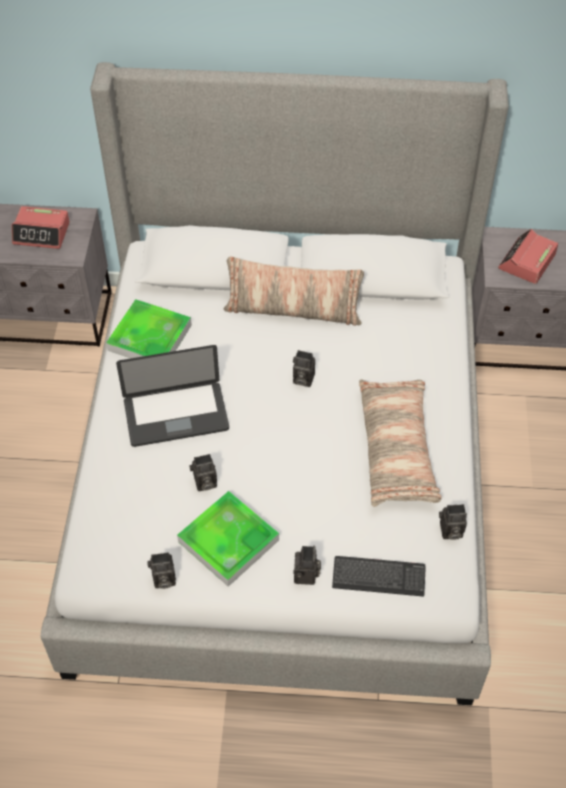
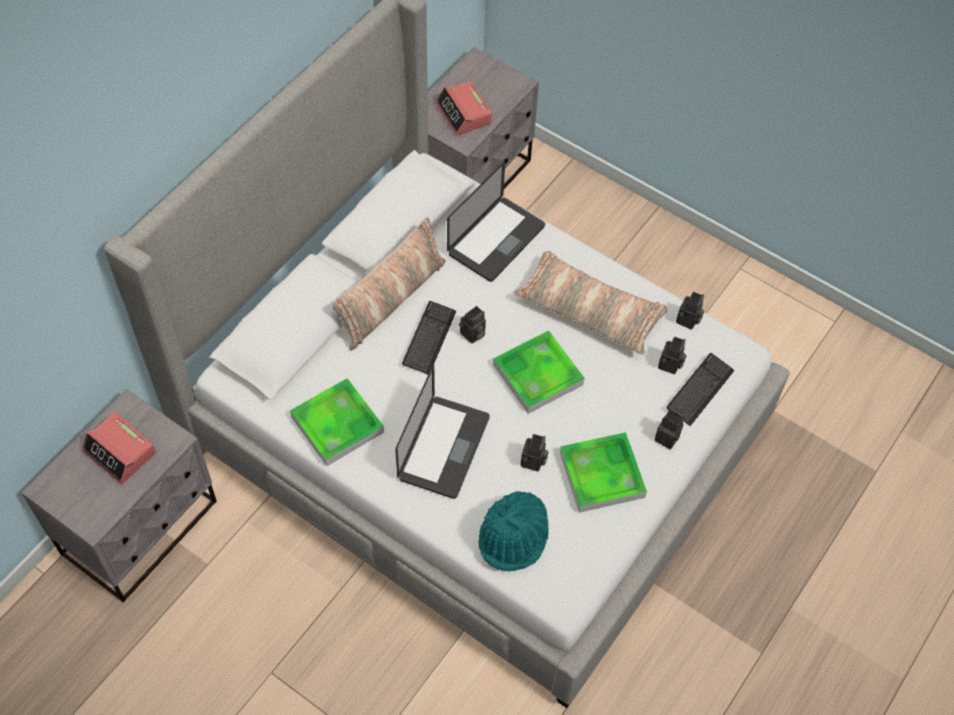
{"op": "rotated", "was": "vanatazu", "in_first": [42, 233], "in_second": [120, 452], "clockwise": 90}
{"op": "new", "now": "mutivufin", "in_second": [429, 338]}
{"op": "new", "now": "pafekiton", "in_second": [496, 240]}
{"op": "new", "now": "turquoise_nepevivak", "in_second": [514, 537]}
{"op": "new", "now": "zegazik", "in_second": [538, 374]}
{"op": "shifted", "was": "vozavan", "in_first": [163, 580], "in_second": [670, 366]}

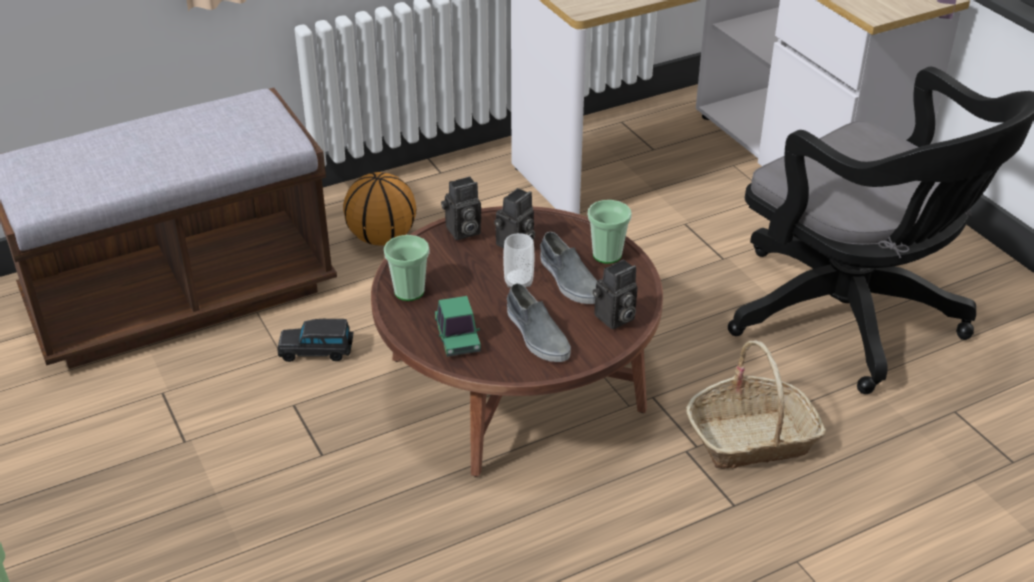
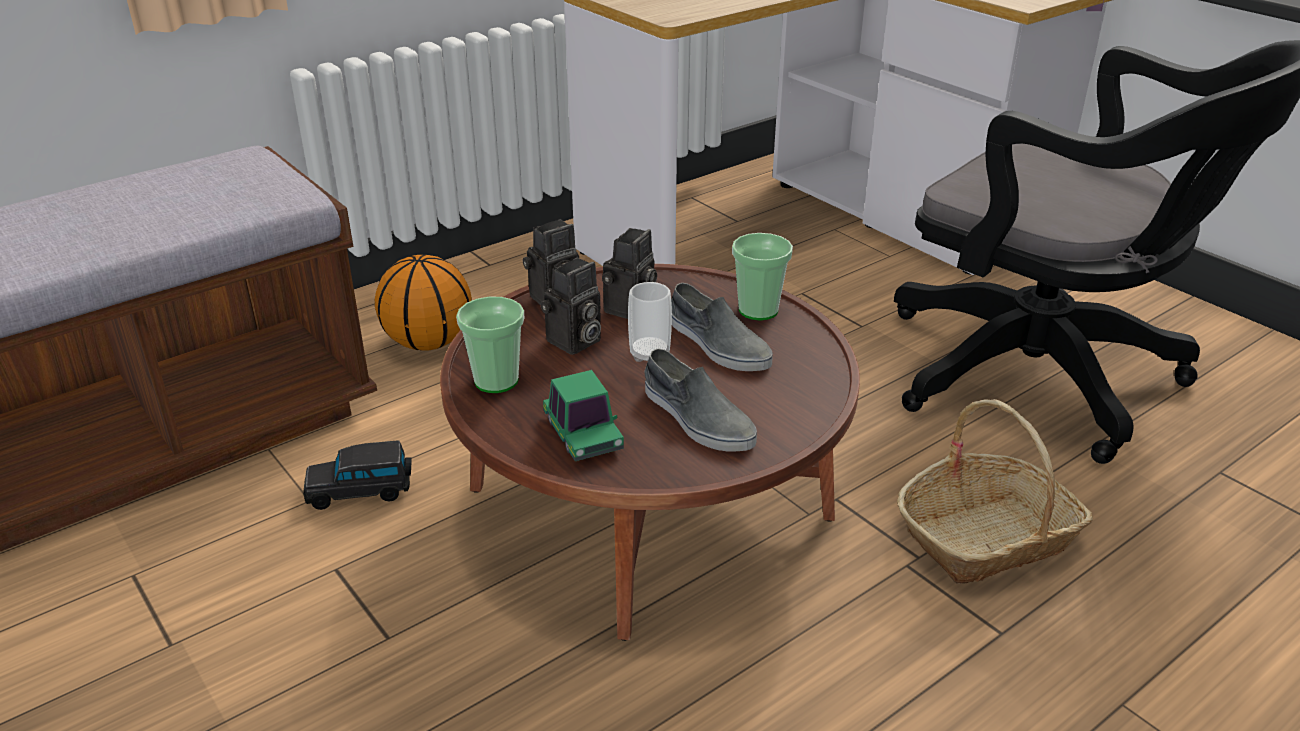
{"op": "shifted", "was": "vozavan", "in_first": [614, 319], "in_second": [574, 343]}

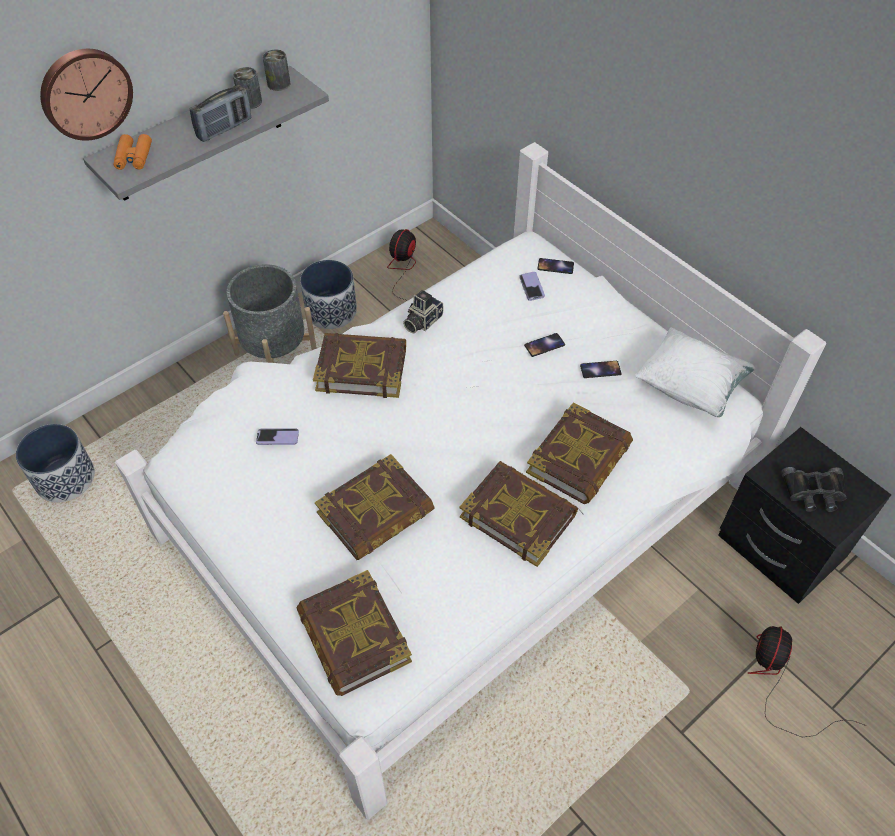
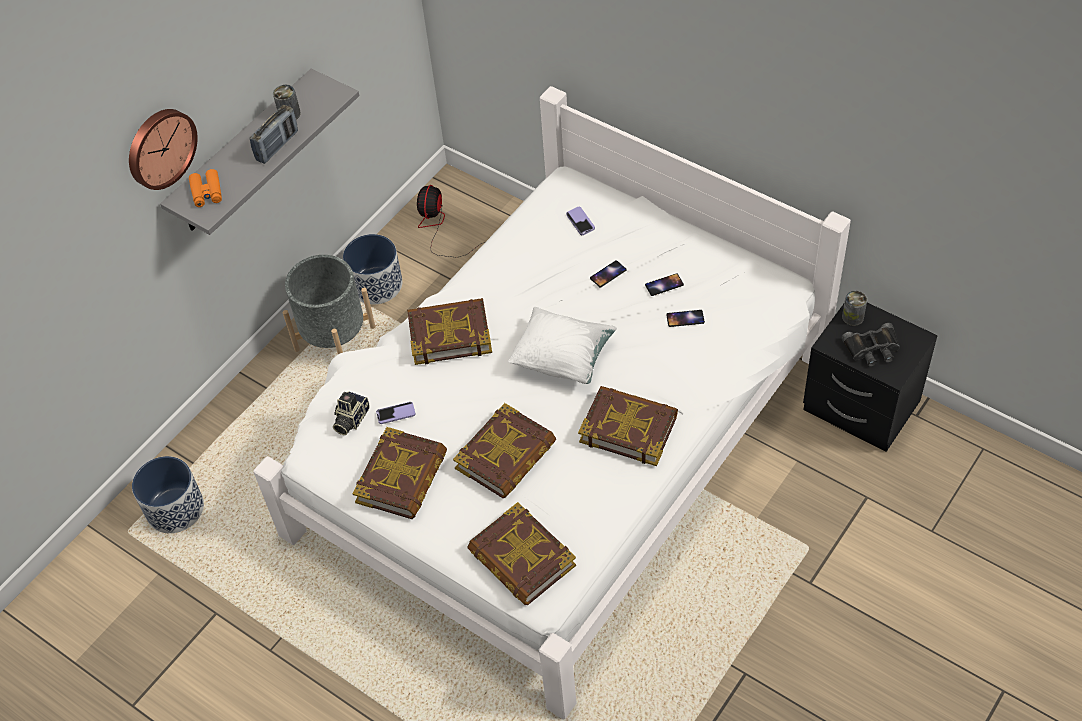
{"op": "shifted", "was": "vozavan", "in_first": [422, 321], "in_second": [350, 419]}
{"op": "shifted", "was": "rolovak", "in_first": [579, 459], "in_second": [402, 478]}
{"op": "shifted", "was": "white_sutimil", "in_first": [690, 387], "in_second": [563, 359]}
{"op": "shifted", "was": "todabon", "in_first": [555, 266], "in_second": [685, 318]}
{"op": "shifted", "was": "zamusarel", "in_first": [278, 84], "in_second": [852, 317]}
{"op": "gone", "was": "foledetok", "in_first": [778, 681]}

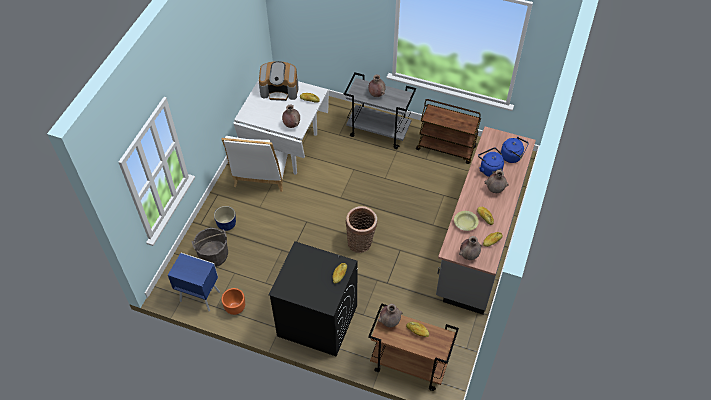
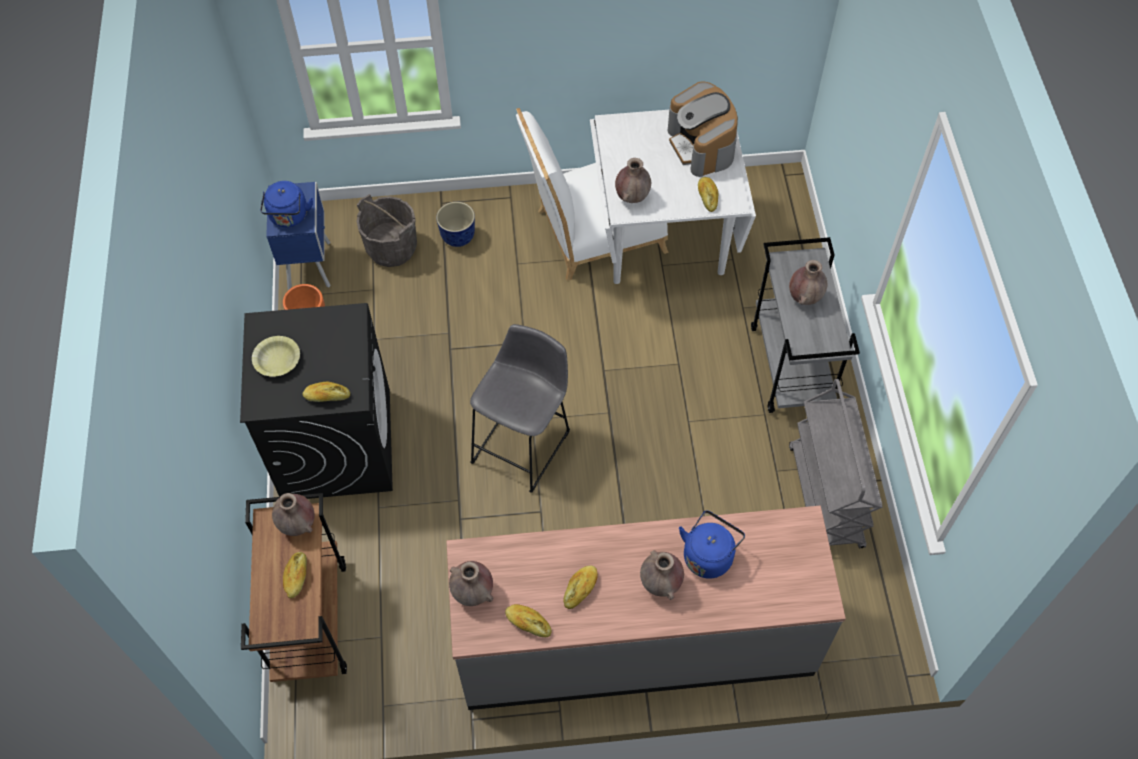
{"op": "shifted", "was": "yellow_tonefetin", "in_first": [465, 223], "in_second": [277, 360]}
{"op": "shifted", "was": "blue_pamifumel", "in_first": [512, 156], "in_second": [289, 217]}
{"op": "swapped", "was": "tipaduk", "now": "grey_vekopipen", "in_first": [361, 242], "in_second": [524, 443]}
{"op": "repainted", "was": "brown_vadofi", "now": "grey_vadofi", "in_first": [446, 148], "in_second": [826, 497]}

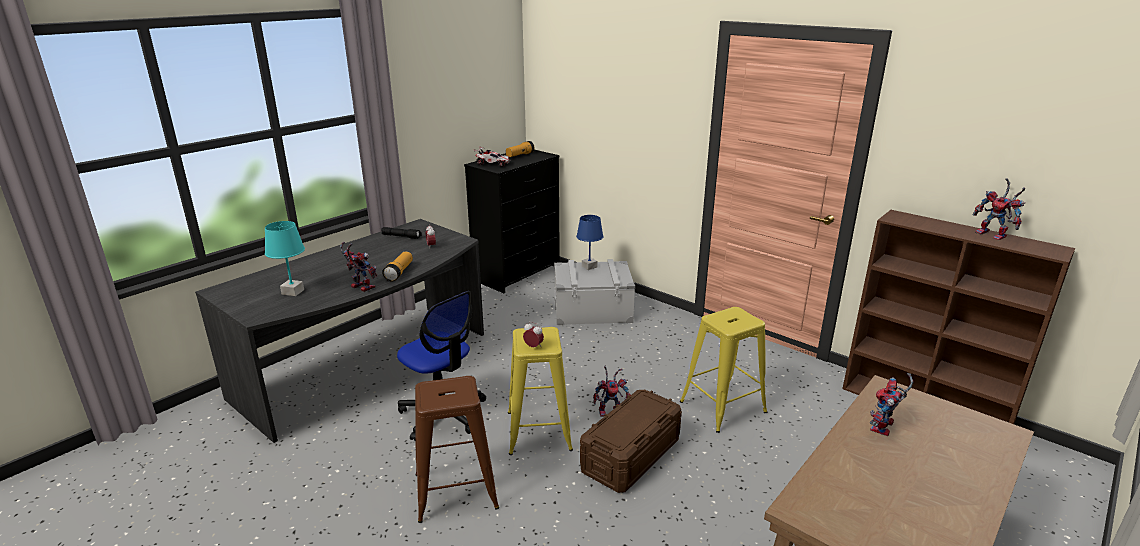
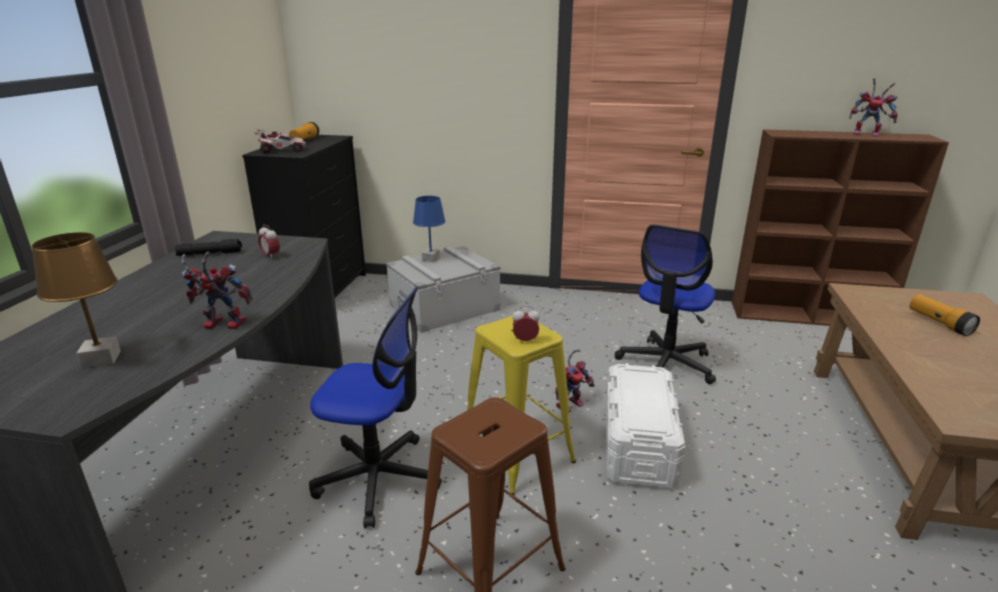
{"op": "repainted", "was": "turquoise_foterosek", "now": "brown_foterosek", "in_first": [292, 292], "in_second": [100, 359]}
{"op": "repainted", "was": "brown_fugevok", "now": "white_fugevok", "in_first": [631, 455], "in_second": [638, 443]}
{"op": "swapped", "was": "yellow_vekopipen", "now": "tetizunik", "in_first": [722, 407], "in_second": [666, 364]}
{"op": "shifted", "was": "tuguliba", "in_first": [399, 272], "in_second": [939, 323]}
{"op": "gone", "was": "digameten", "in_first": [883, 429]}

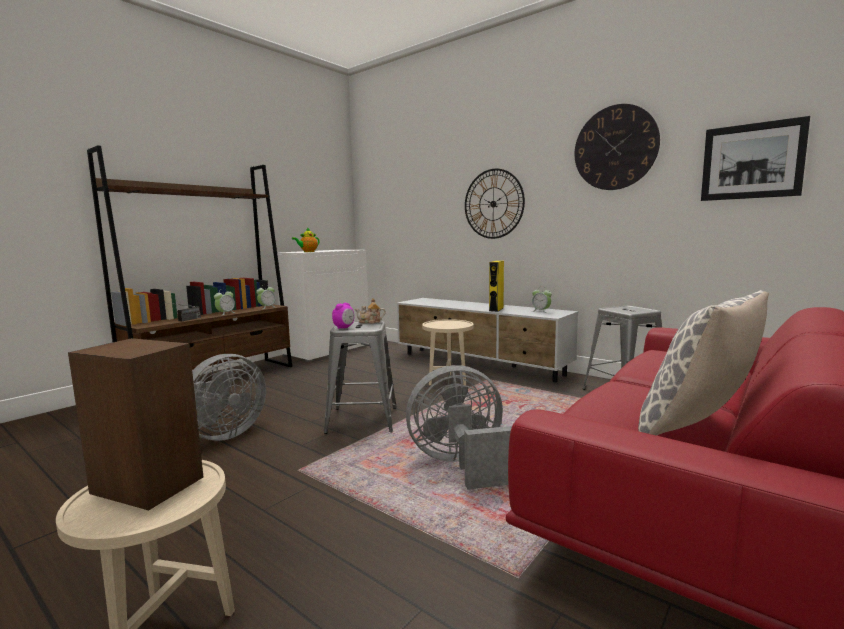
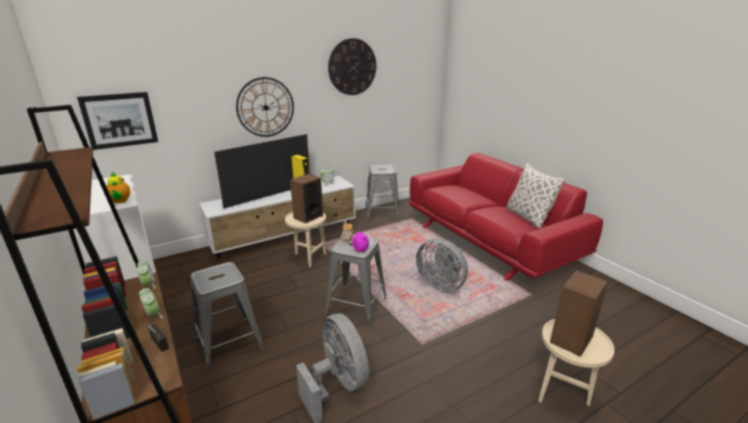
{"op": "shifted", "was": "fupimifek", "in_first": [752, 161], "in_second": [120, 120]}
{"op": "new", "now": "grey_vekopipen", "in_second": [229, 345]}
{"op": "new", "now": "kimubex", "in_second": [269, 196]}
{"op": "new", "now": "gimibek", "in_second": [308, 217]}
{"op": "rotated", "was": "grey_foledetok", "in_first": [461, 465], "in_second": [441, 284], "clockwise": -60}

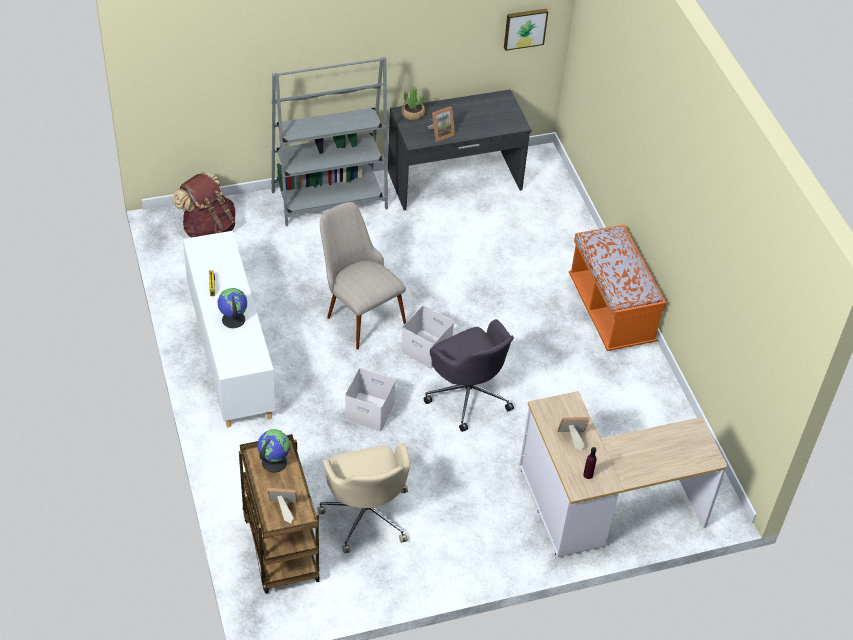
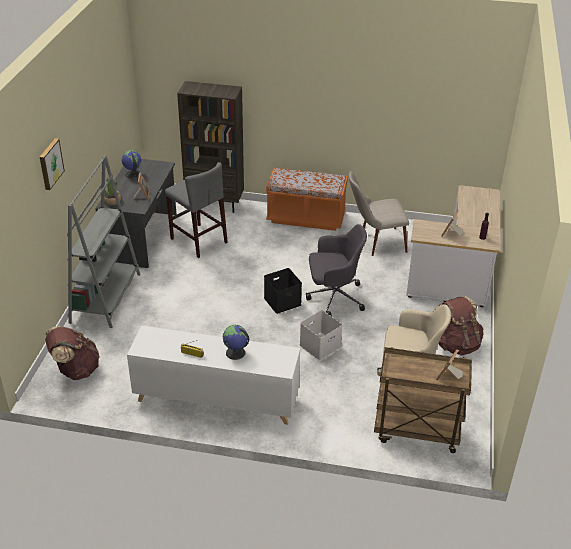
{"op": "shifted", "was": "fupimifek", "in_first": [525, 28], "in_second": [50, 163]}
{"op": "shifted", "was": "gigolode", "in_first": [273, 462], "in_second": [132, 174]}
{"op": "new", "now": "grey_vekopipen", "in_second": [198, 240]}
{"op": "new", "now": "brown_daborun", "in_second": [215, 204]}
{"op": "repainted", "was": "white_fugevok", "now": "black_fugevok", "in_first": [427, 349], "in_second": [282, 301]}
{"op": "shifted", "was": "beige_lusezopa", "in_first": [358, 312], "in_second": [375, 242]}
{"op": "new", "now": "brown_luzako", "in_second": [456, 344]}

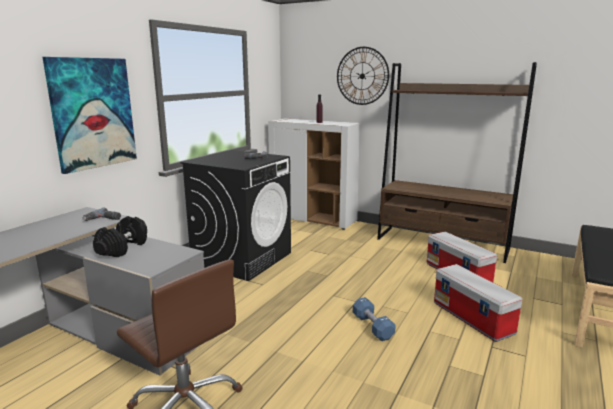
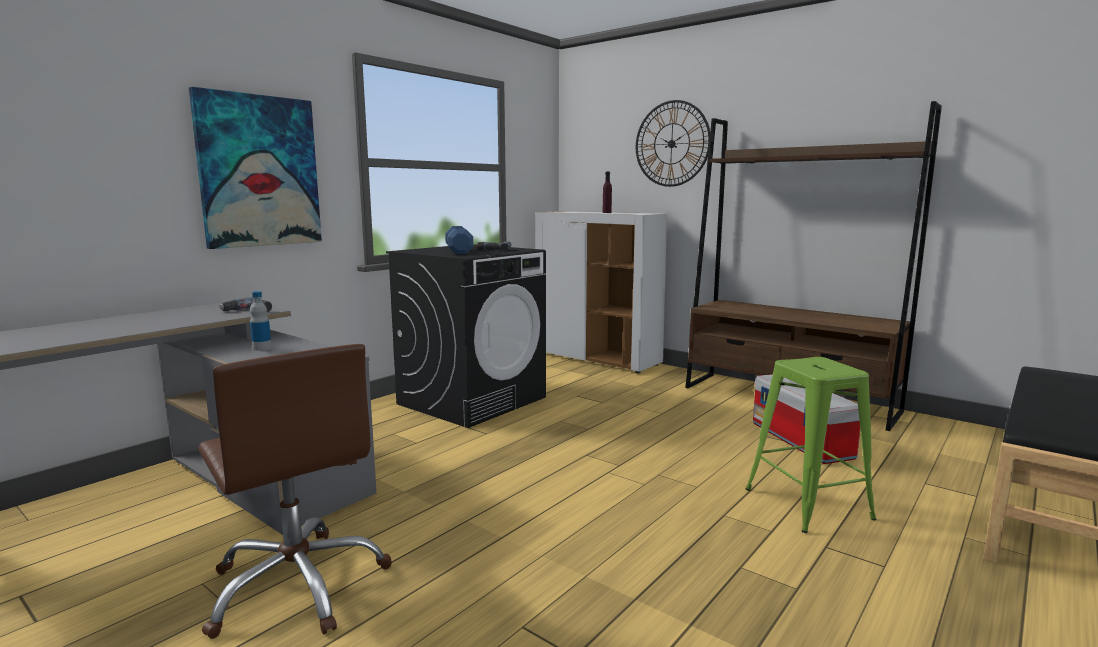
{"op": "swapped", "was": "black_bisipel", "now": "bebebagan", "in_first": [123, 248], "in_second": [262, 348]}
{"op": "shifted", "was": "blue_bisipel", "in_first": [372, 327], "in_second": [459, 251]}
{"op": "swapped", "was": "fugevok", "now": "green_vekopipen", "in_first": [473, 318], "in_second": [807, 503]}

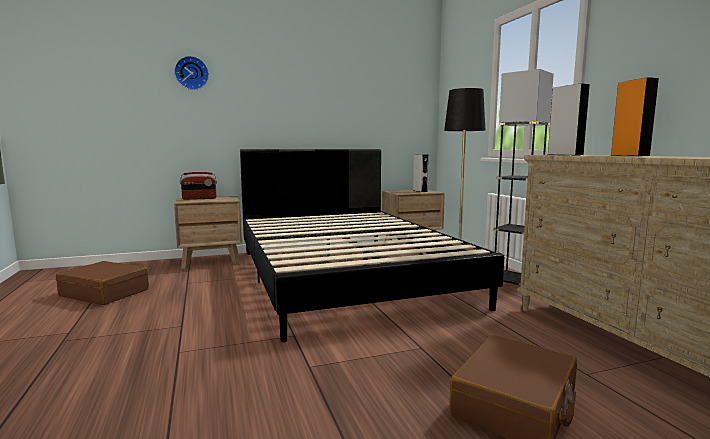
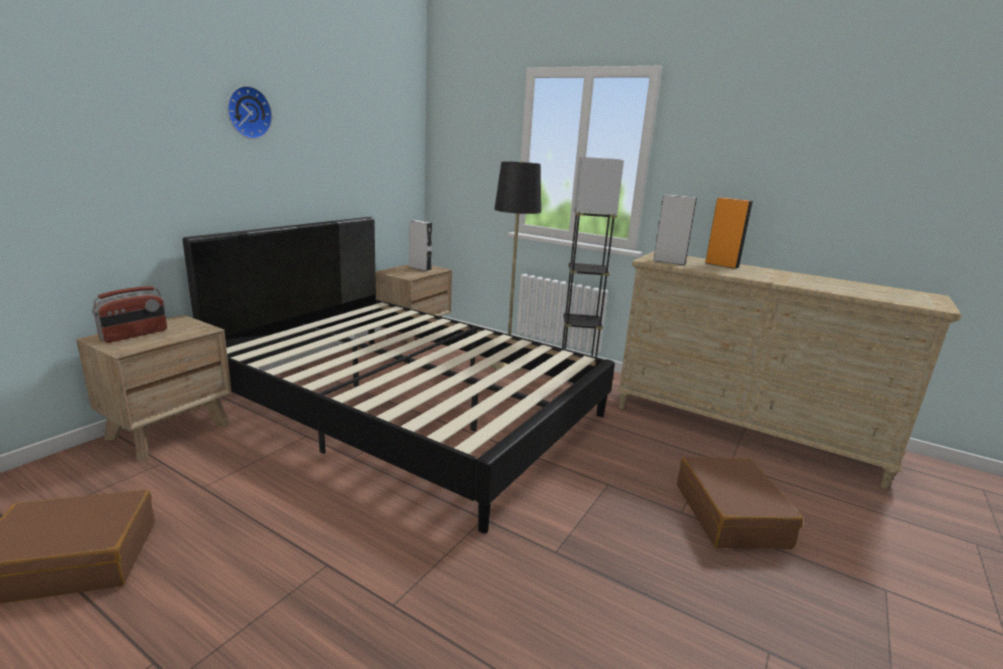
{"op": "shifted", "was": "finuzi", "in_first": [191, 73], "in_second": [247, 112]}

